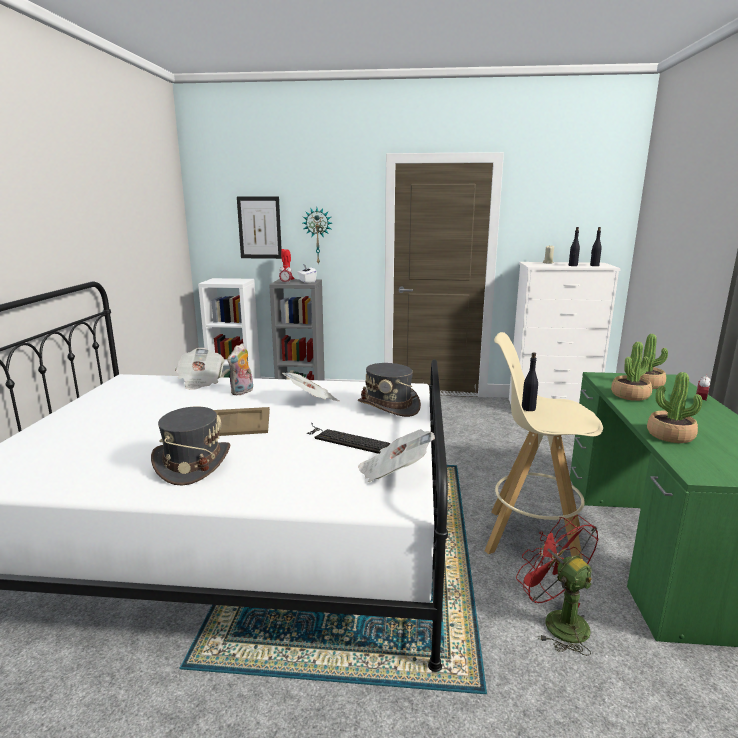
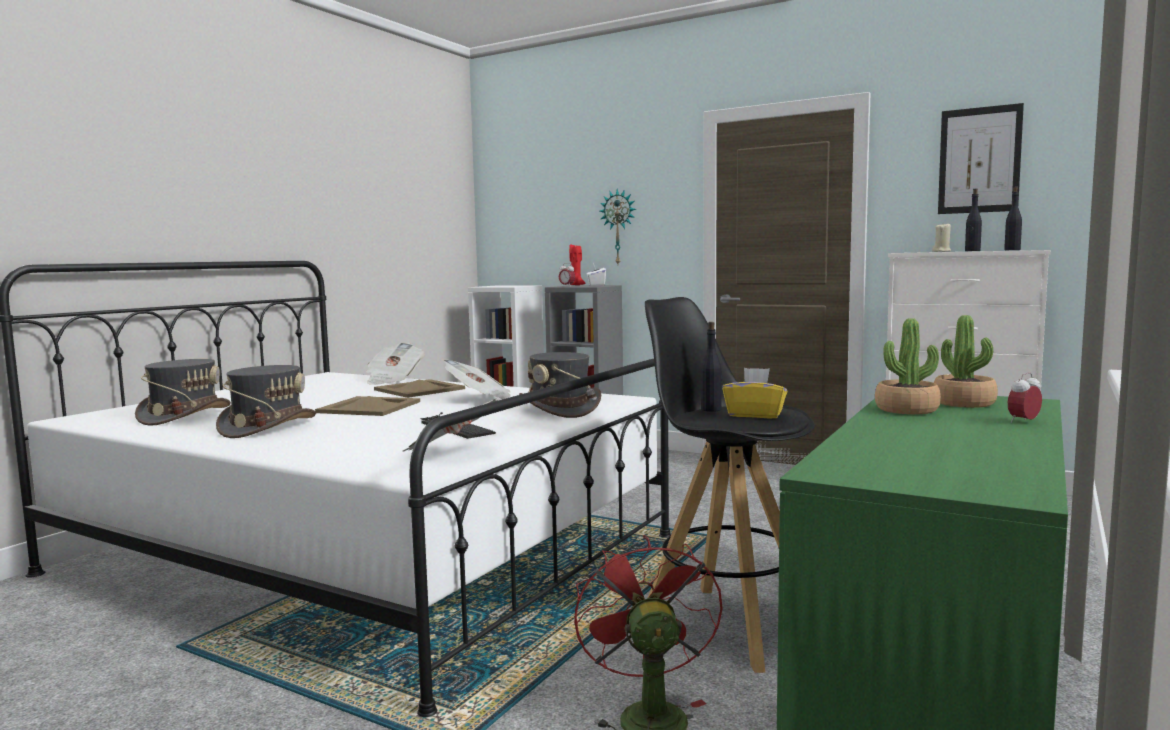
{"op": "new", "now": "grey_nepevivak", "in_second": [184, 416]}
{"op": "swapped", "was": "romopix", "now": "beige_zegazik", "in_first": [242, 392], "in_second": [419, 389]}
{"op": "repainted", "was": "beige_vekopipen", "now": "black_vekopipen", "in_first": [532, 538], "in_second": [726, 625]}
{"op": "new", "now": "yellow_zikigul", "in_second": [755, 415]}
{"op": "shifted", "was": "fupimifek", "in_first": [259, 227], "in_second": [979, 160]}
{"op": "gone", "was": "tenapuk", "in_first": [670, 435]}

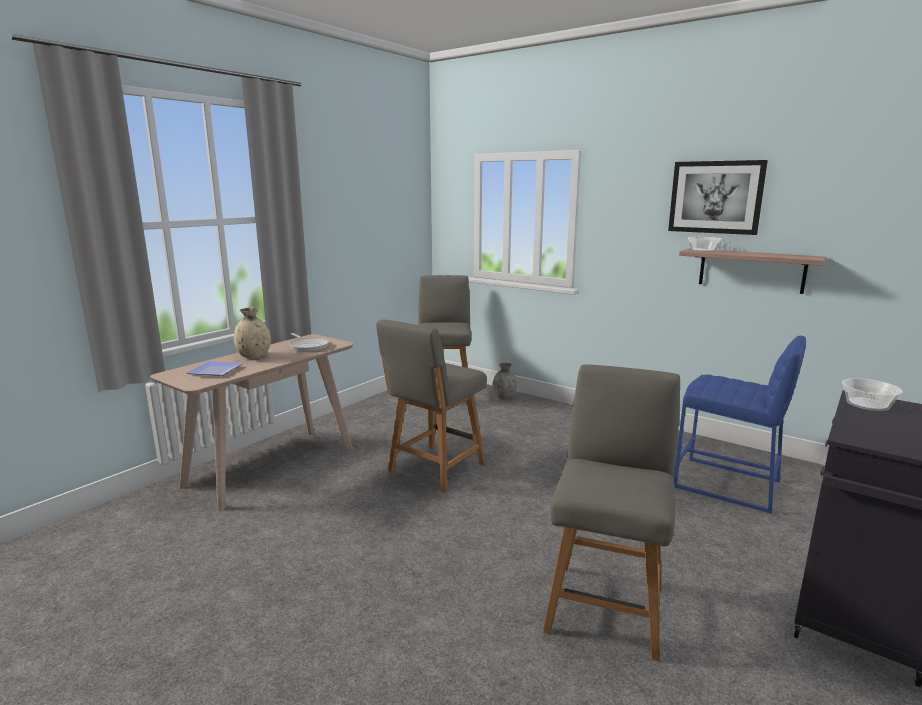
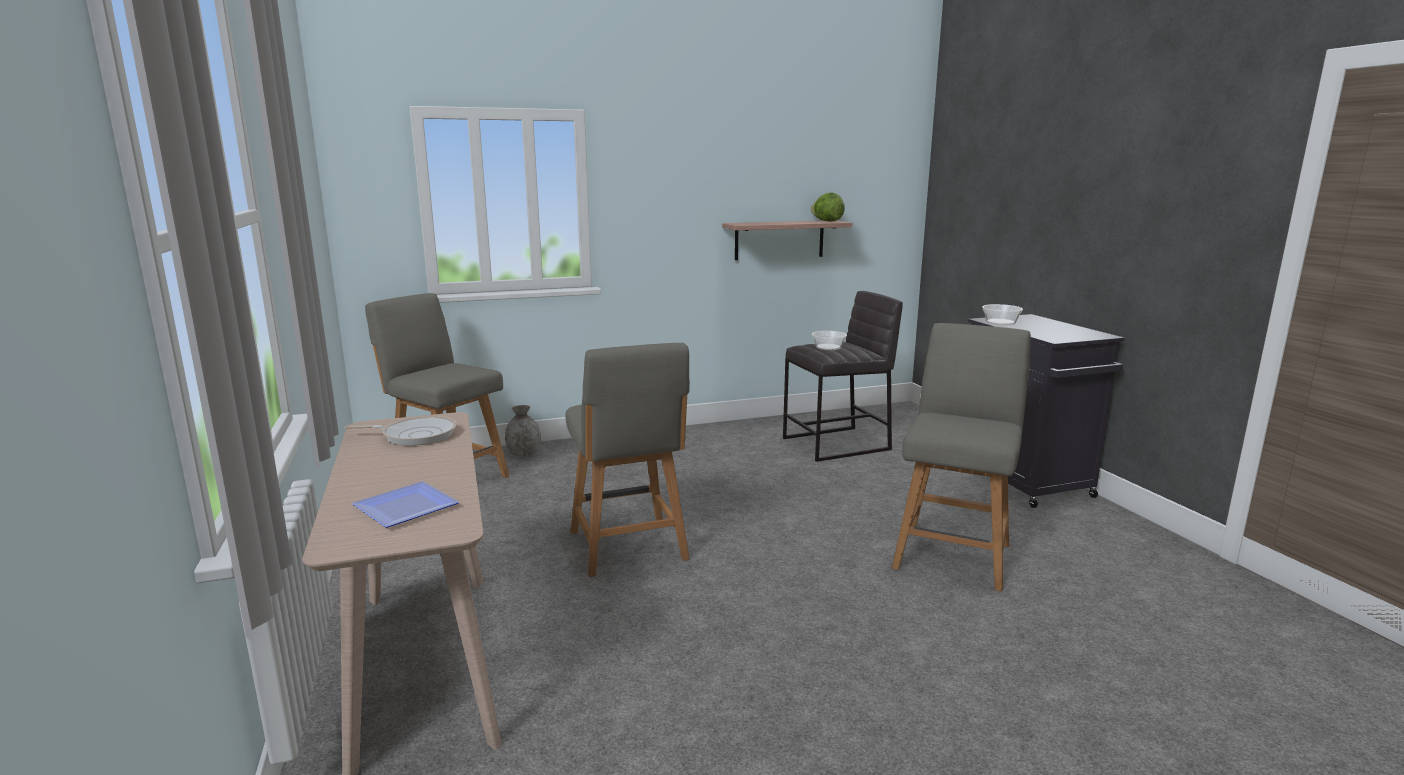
{"op": "repainted", "was": "blue_vekopipen", "now": "grey_vekopipen", "in_first": [727, 484], "in_second": [837, 444]}
{"op": "new", "now": "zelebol", "in_second": [827, 221]}
{"op": "shifted", "was": "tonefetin", "in_first": [703, 250], "in_second": [828, 347]}
{"op": "rotated", "was": "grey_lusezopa", "in_first": [606, 605], "in_second": [952, 554], "clockwise": 60}
{"op": "gone", "was": "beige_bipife", "in_first": [253, 356]}
{"op": "gone", "was": "fupimifek", "in_first": [715, 197]}

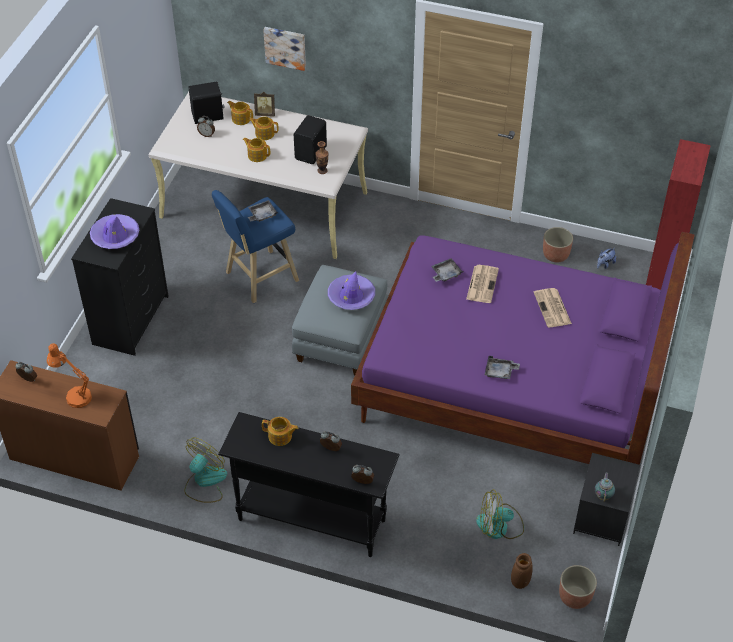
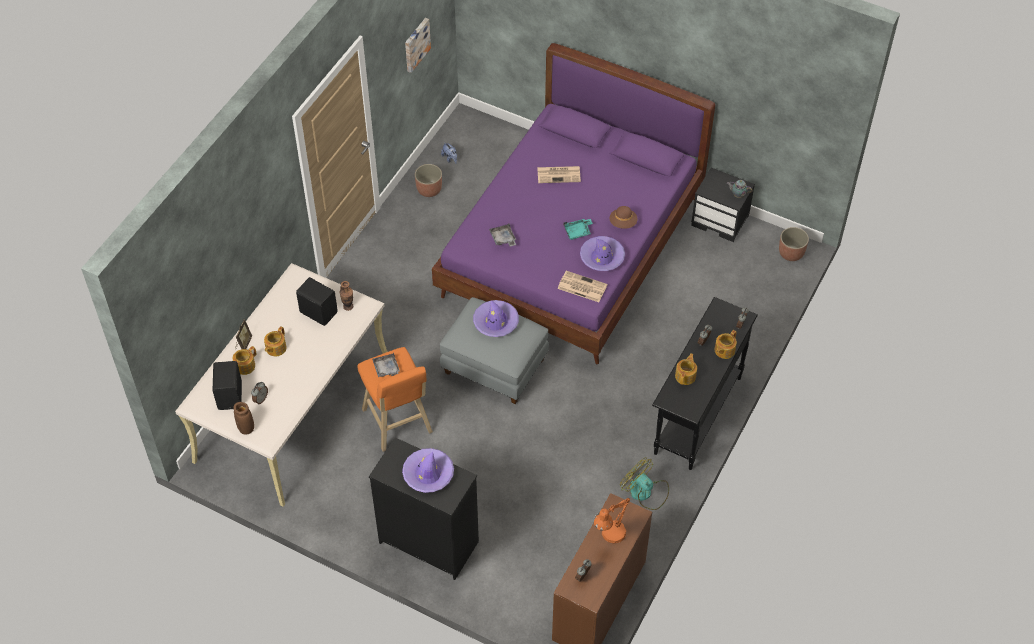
{"op": "shifted", "was": "brown_bipife", "in_first": [520, 582], "in_second": [246, 428]}
{"op": "repainted", "was": "blue_vekopipen", "now": "orange_vekopipen", "in_first": [259, 278], "in_second": [398, 424]}
{"op": "shifted", "was": "fupimifek", "in_first": [285, 47], "in_second": [416, 44]}
{"op": "shifted", "was": "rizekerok", "in_first": [482, 284], "in_second": [581, 287]}
{"op": "new", "now": "turquoise_zegazik", "in_second": [578, 232]}
{"op": "new", "now": "purple_nepevivak", "in_second": [602, 257]}
{"op": "swapped", "was": "grey_zegazik", "now": "brown_nepevivak", "in_first": [500, 372], "in_second": [623, 223]}
{"op": "shifted", "was": "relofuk", "in_first": [257, 155], "in_second": [724, 350]}
{"op": "gone", "was": "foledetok", "in_first": [499, 526]}
{"op": "gone", "was": "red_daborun", "in_first": [661, 280]}

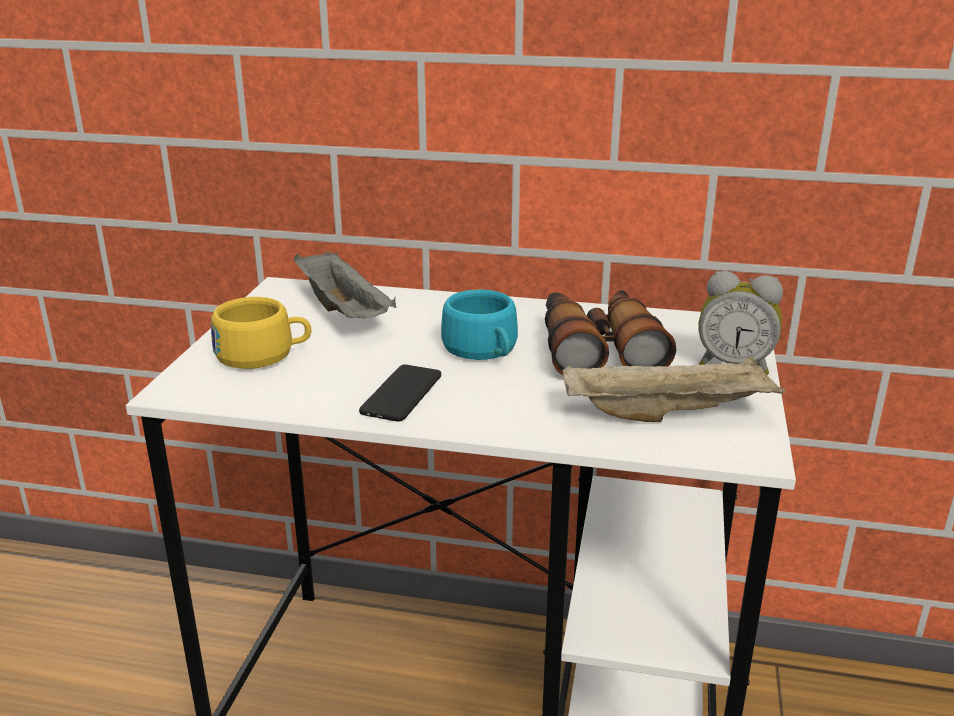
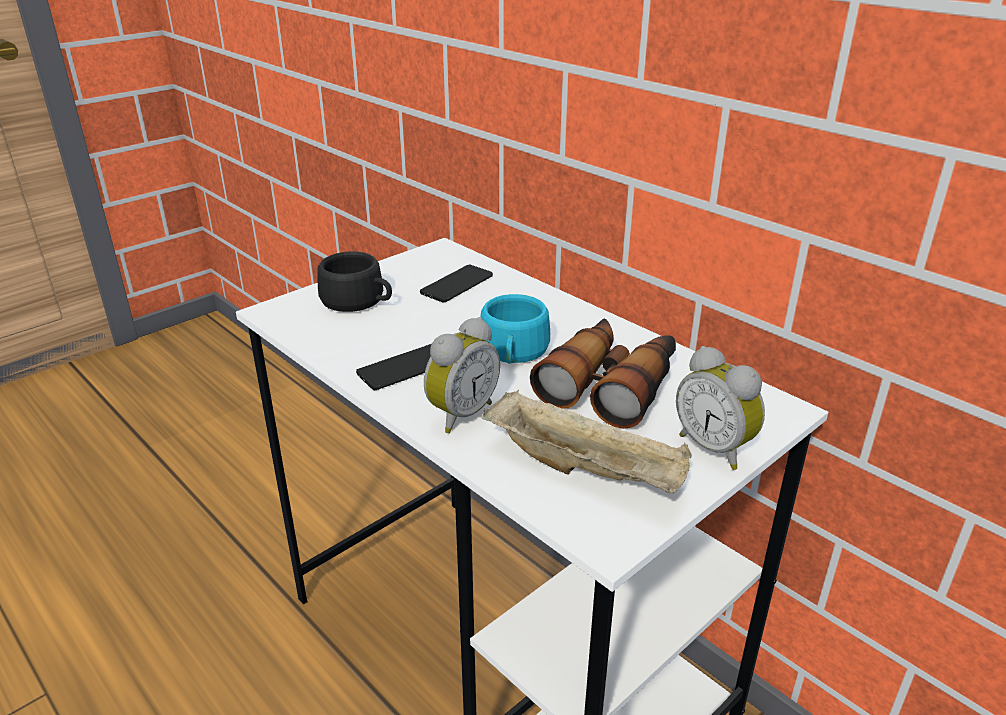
{"op": "repainted", "was": "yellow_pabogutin", "now": "black_pabogutin", "in_first": [264, 355], "in_second": [358, 302]}
{"op": "swapped", "was": "grey_zegazik", "now": "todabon", "in_first": [345, 312], "in_second": [457, 284]}
{"op": "new", "now": "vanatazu", "in_second": [460, 414]}

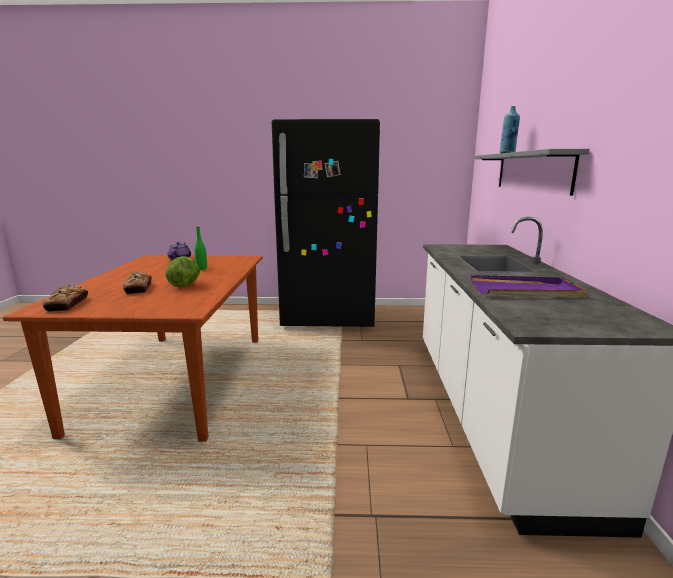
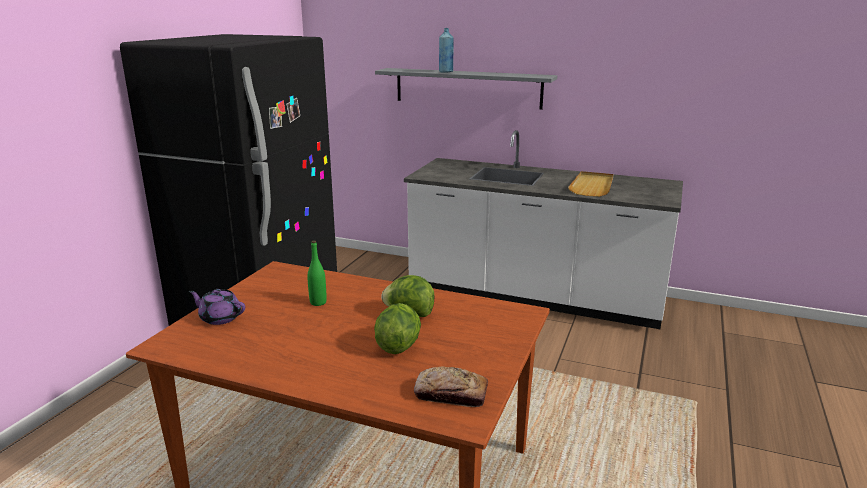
{"op": "swapped", "was": "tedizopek", "now": "zelebol", "in_first": [138, 288], "in_second": [398, 346]}
{"op": "repainted", "was": "purple_zegazik", "now": "beige_zegazik", "in_first": [526, 291], "in_second": [592, 186]}

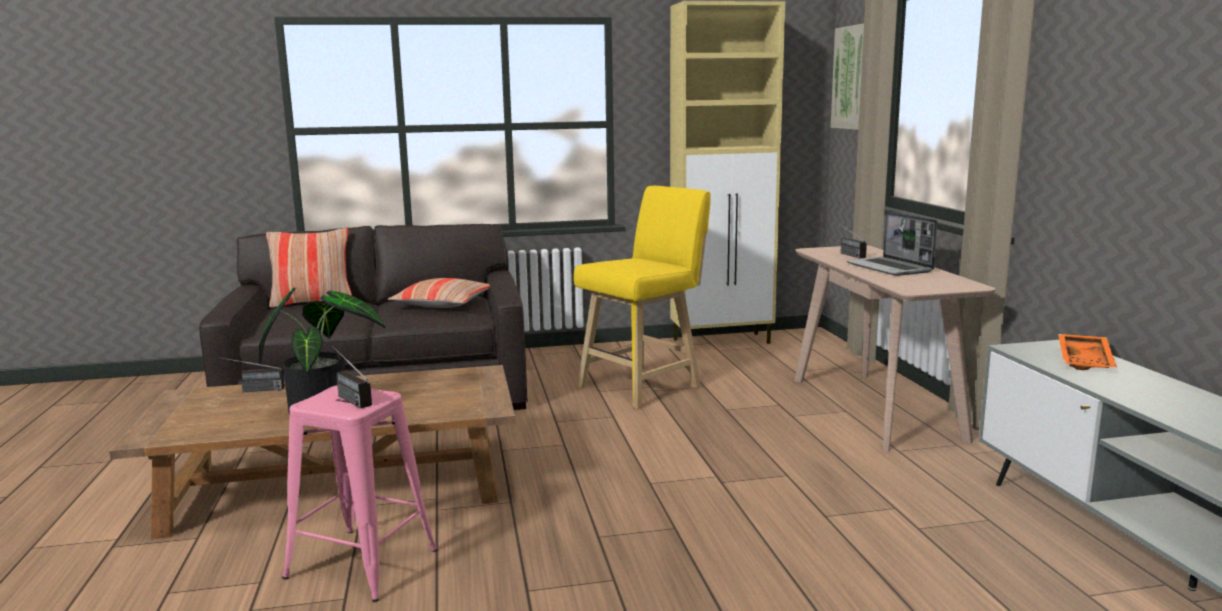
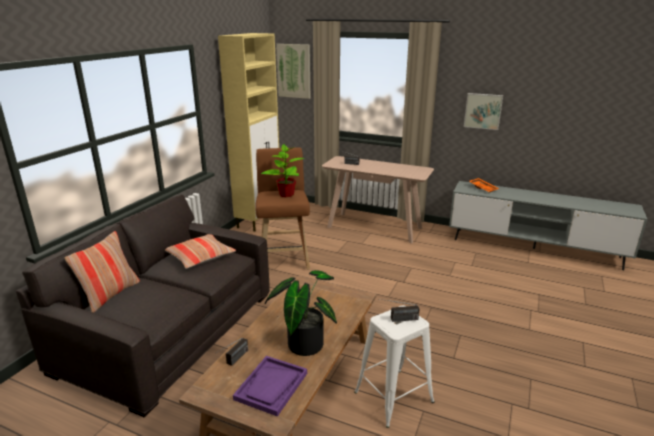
{"op": "new", "now": "purple_zegazik", "in_second": [271, 386]}
{"op": "repainted", "was": "yellow_vekopipen", "now": "brown_vekopipen", "in_first": [644, 386], "in_second": [284, 257]}
{"op": "new", "now": "tenapuk", "in_second": [286, 194]}
{"op": "repainted", "was": "pink_vekopipen", "now": "white_vekopipen", "in_first": [361, 563], "in_second": [393, 397]}
{"op": "new", "now": "fupimifek", "in_second": [483, 111]}
{"op": "gone", "was": "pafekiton", "in_first": [890, 268]}

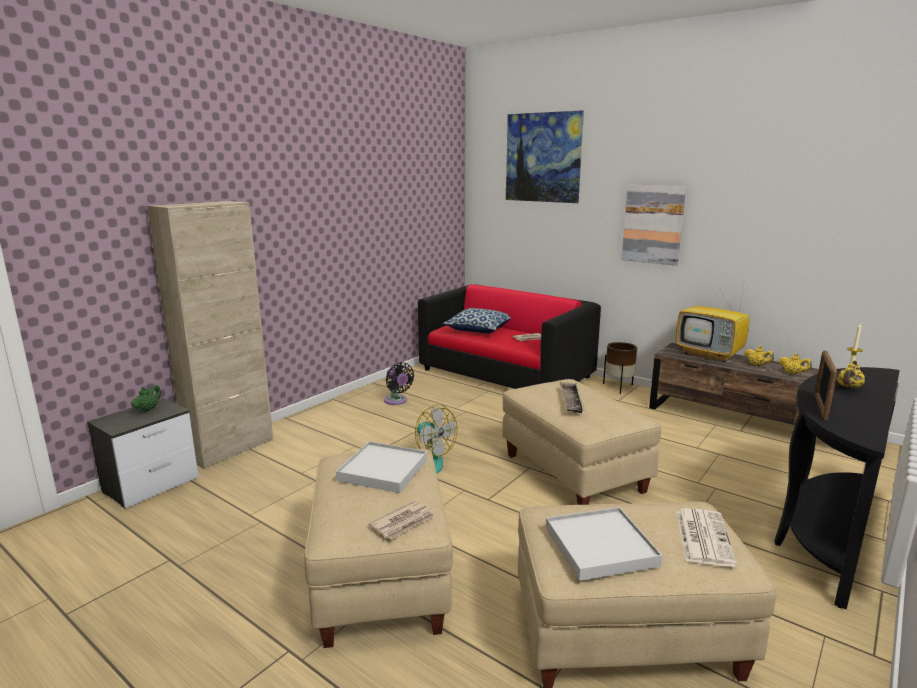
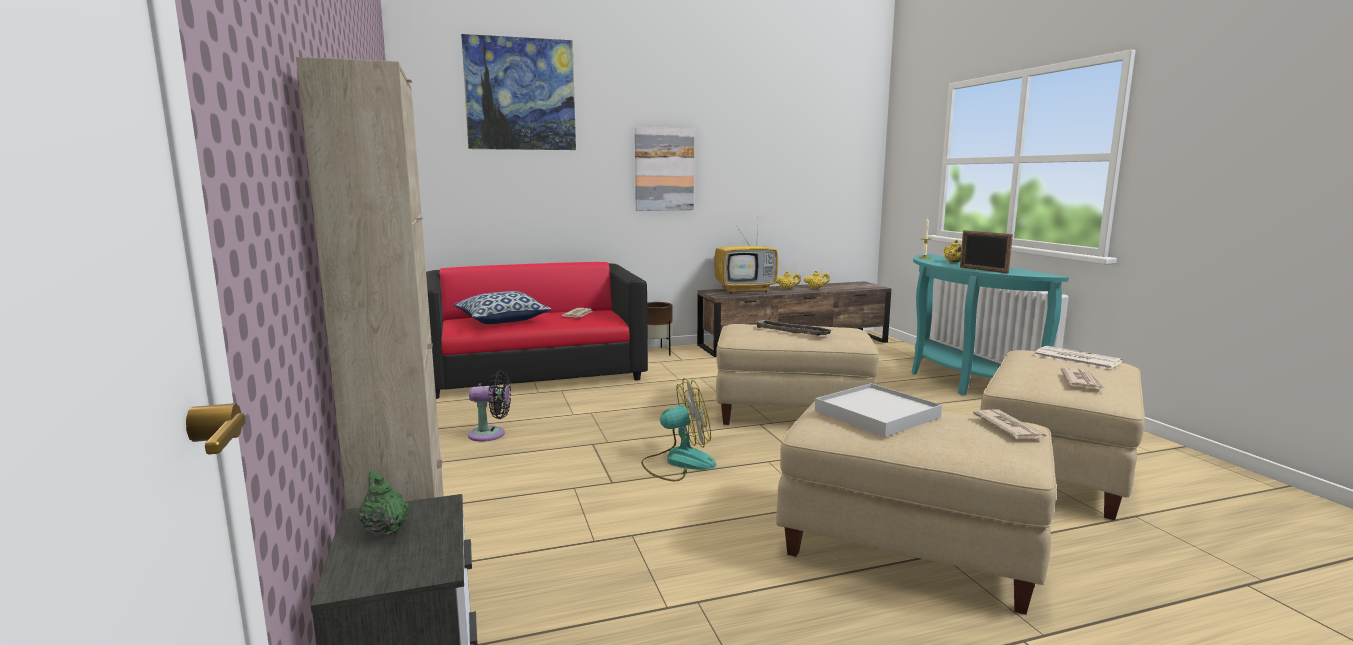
{"op": "repainted", "was": "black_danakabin", "now": "turquoise_danakabin", "in_first": [822, 534], "in_second": [958, 381]}
{"op": "swapped", "was": "white_zegazik", "now": "rizekerok", "in_first": [600, 546], "in_second": [1082, 382]}

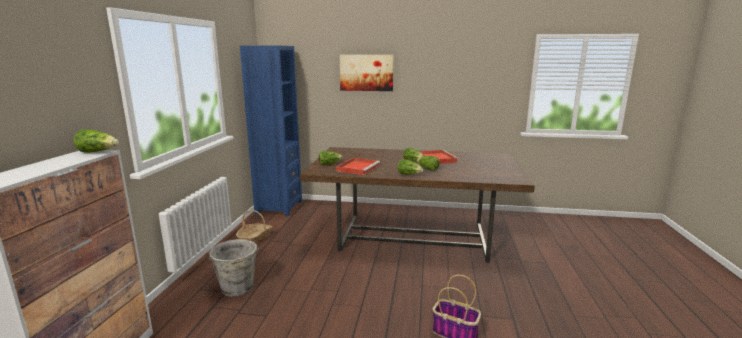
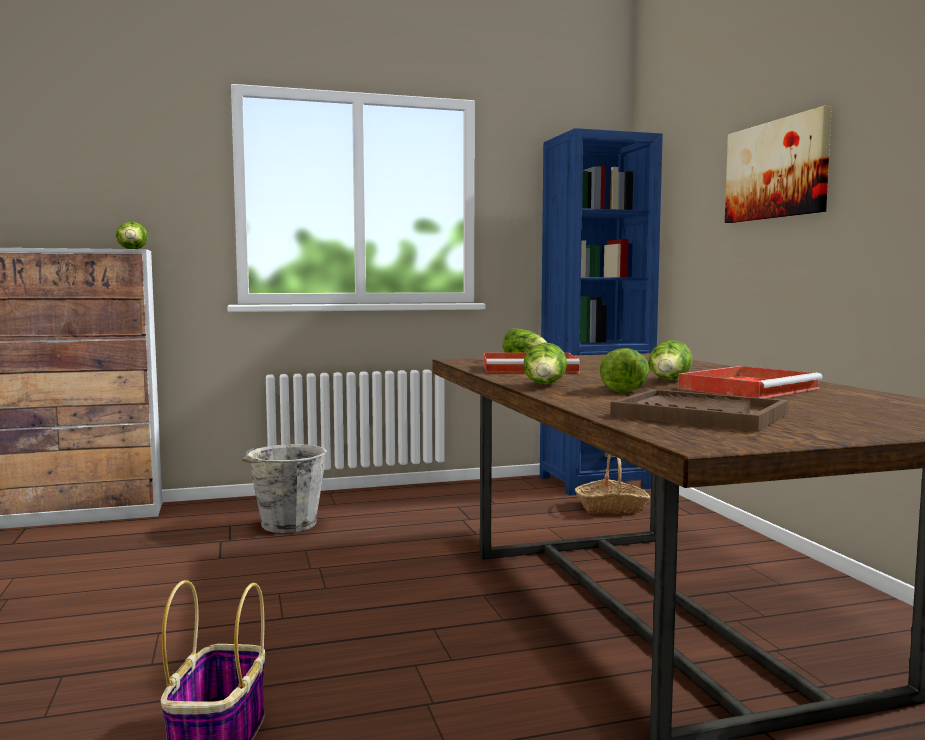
{"op": "shifted", "was": "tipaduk", "in_first": [255, 238], "in_second": [611, 508]}
{"op": "new", "now": "brown_zegazik", "in_second": [699, 415]}

